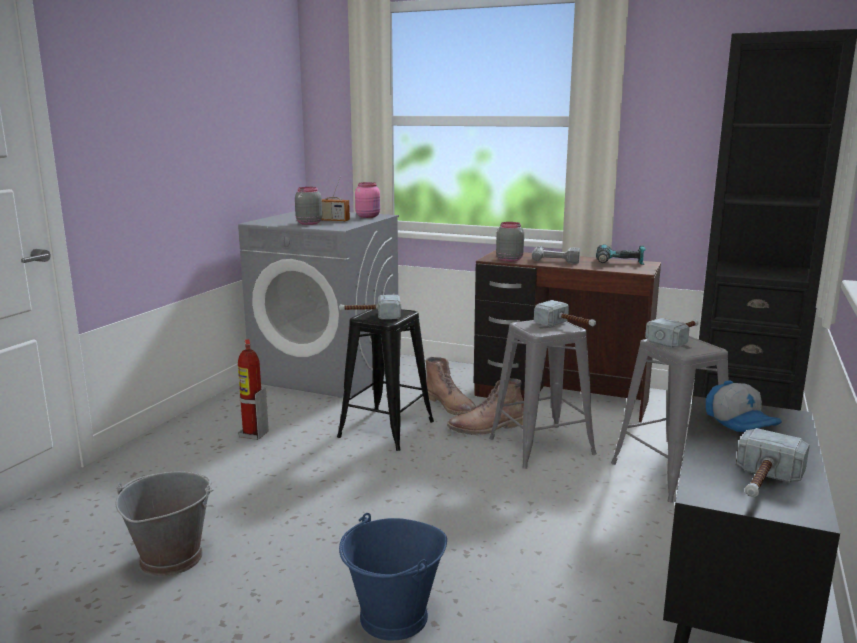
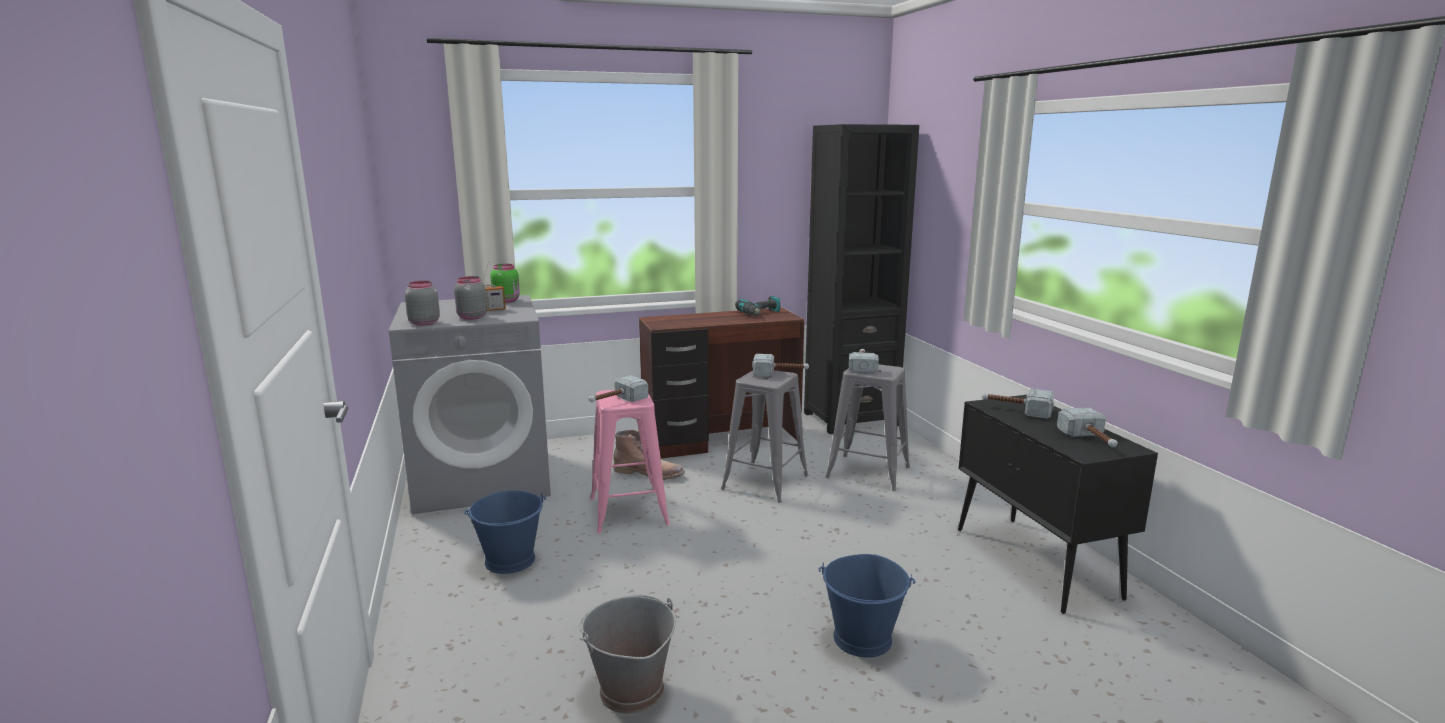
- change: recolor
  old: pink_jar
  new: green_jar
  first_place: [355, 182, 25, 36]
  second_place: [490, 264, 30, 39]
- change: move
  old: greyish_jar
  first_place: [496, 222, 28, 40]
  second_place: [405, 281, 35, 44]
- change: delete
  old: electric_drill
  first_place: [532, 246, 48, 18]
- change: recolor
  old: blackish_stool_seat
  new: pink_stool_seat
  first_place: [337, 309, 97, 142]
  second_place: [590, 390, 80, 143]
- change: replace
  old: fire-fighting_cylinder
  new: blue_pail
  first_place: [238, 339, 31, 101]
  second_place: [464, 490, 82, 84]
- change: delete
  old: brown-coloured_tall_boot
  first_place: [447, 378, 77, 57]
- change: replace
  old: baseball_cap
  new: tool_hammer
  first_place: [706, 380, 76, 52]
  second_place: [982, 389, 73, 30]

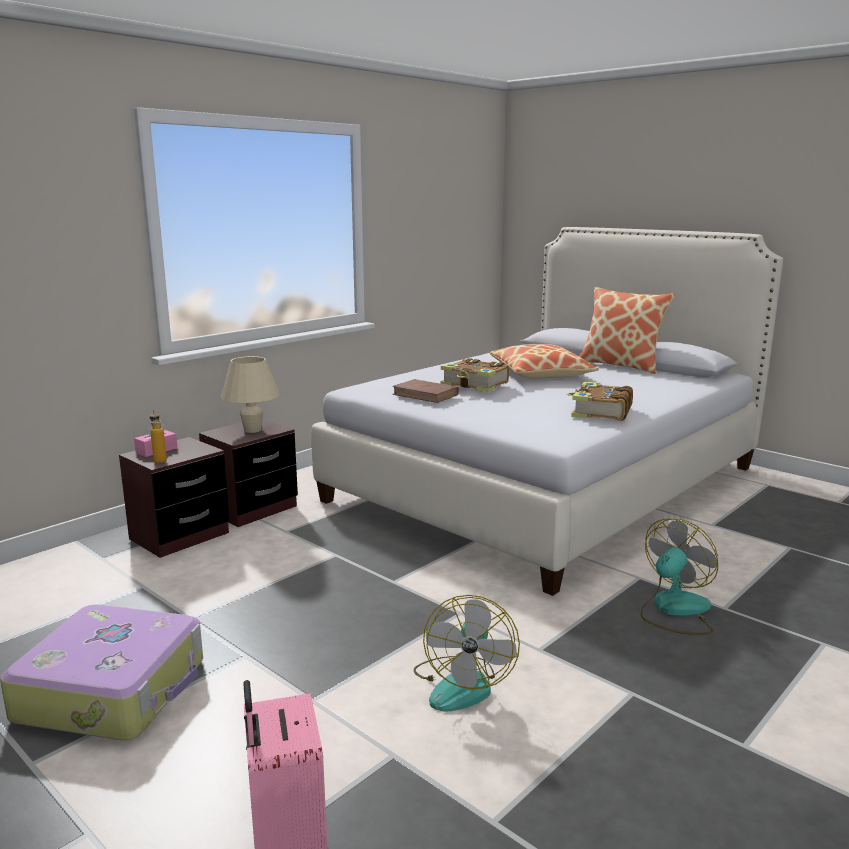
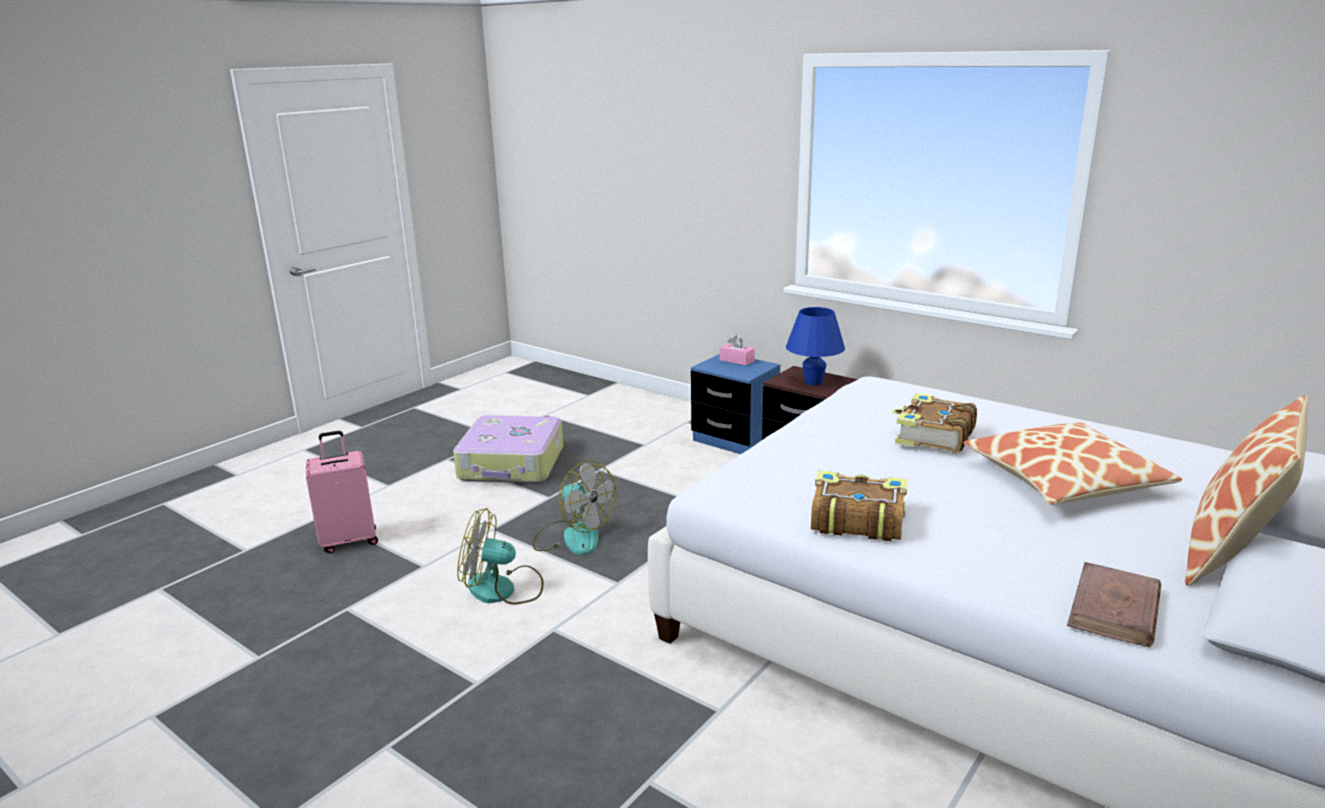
- change: recolor
  old: beige-coloured_tabletop_lamp
  new: blue_tabletop_lamp
  first_place: [221, 356, 59, 77]
  second_place: [786, 307, 59, 78]
- change: move
  old: brown-coloured_book
  first_place: [392, 379, 67, 24]
  second_place: [1067, 562, 94, 85]
- change: delete
  old: beverage_bottle
  first_place: [150, 410, 17, 53]
- change: recolor
  old: brown-coloured_night_table
  new: blue_night_table
  first_place: [119, 437, 111, 121]
  second_place: [691, 354, 89, 100]
- change: move
  old: electric_fan
  first_place: [641, 519, 77, 116]
  second_place: [533, 460, 83, 95]

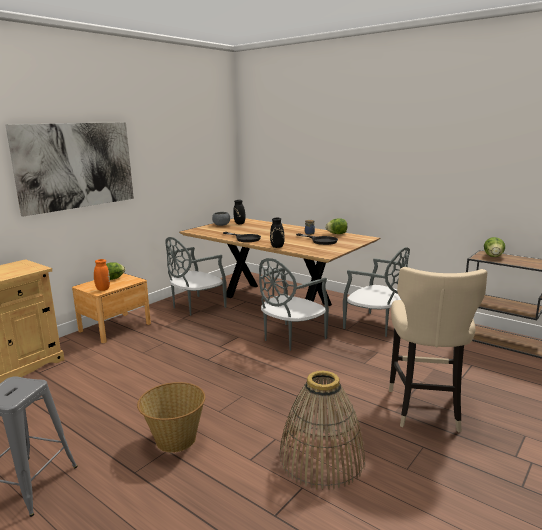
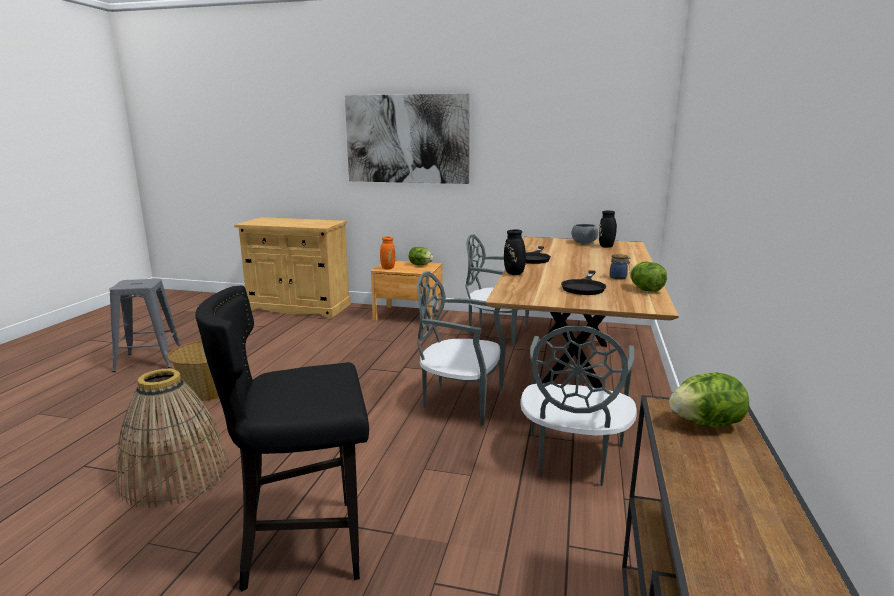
- change: recolor
  old: beige-coloured_stool_seat
  new: blackish_stool_seat
  first_place: [389, 267, 98, 165]
  second_place: [195, 286, 174, 306]

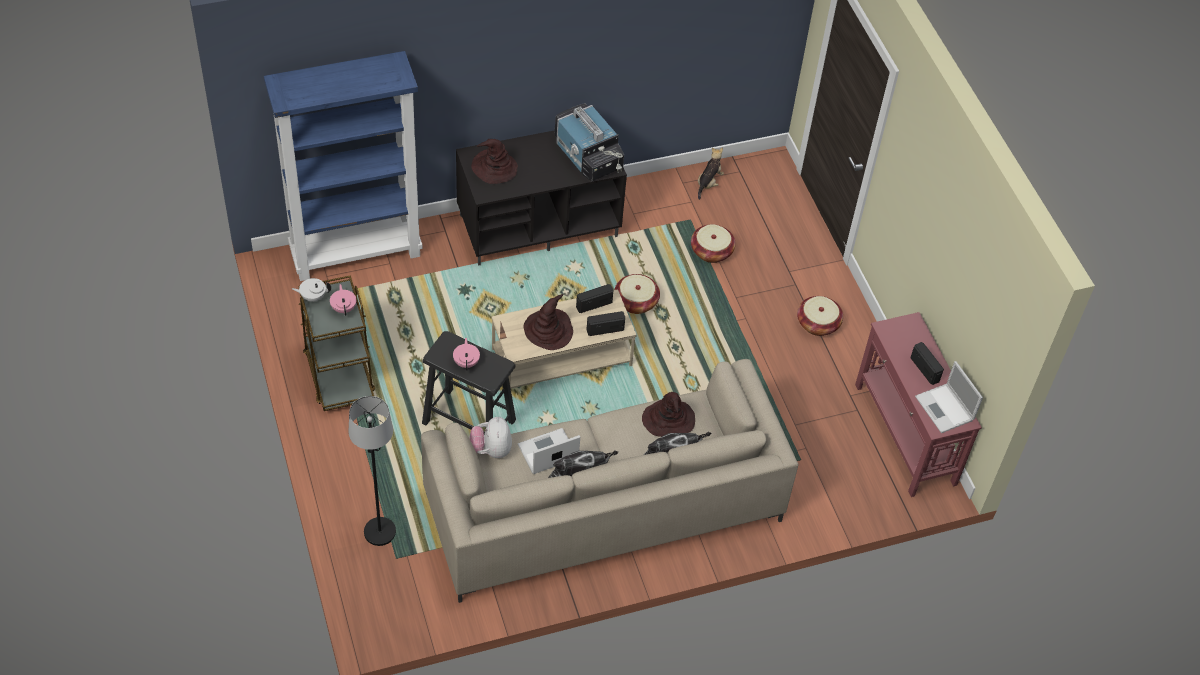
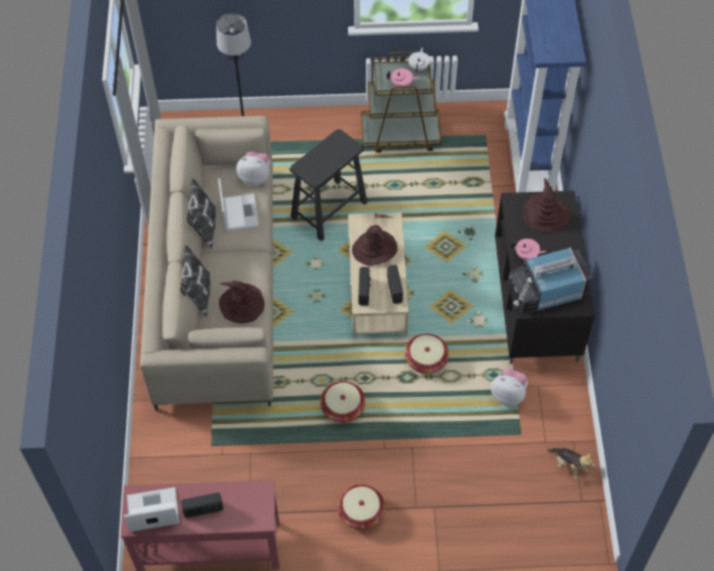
- change: move
  old: storage_basket
  first_place: [691, 224, 45, 39]
  second_place: [320, 381, 45, 42]
- change: move
  old: pink_pot_for_tea
  first_place: [453, 338, 27, 33]
  second_place: [511, 239, 36, 21]
- change: insert
  new: cuddly_toy
  second_place: [491, 368, 37, 38]

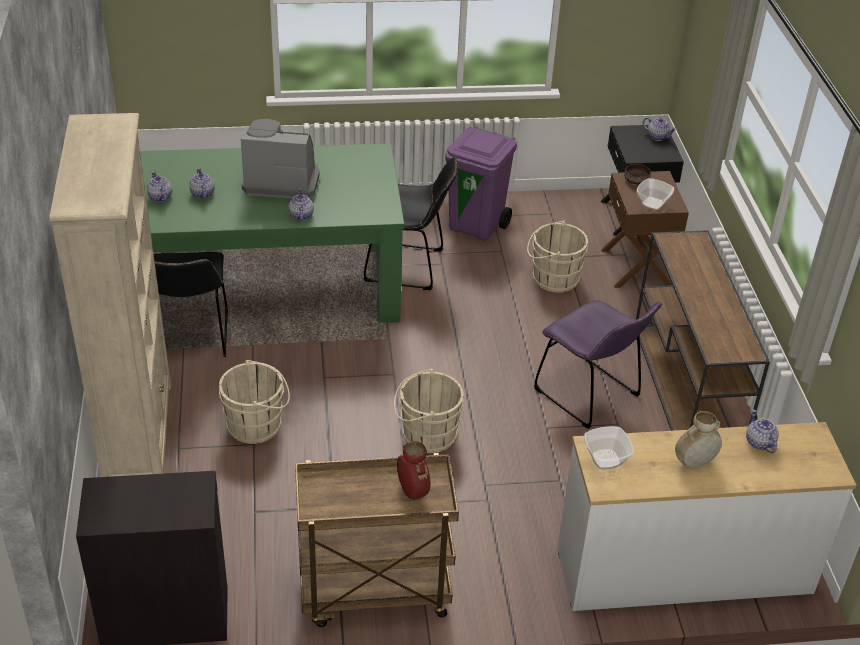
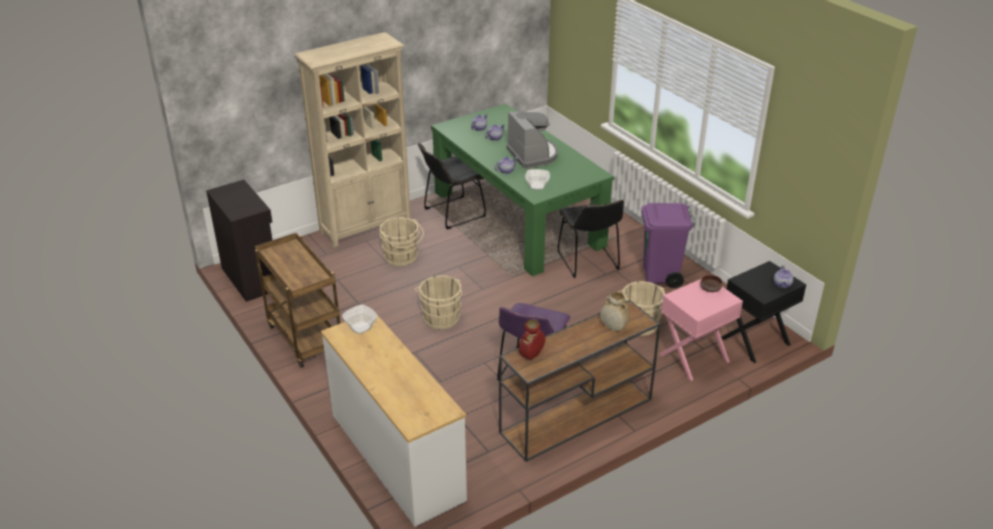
- change: recolor
  old: brown-coloured_night_table
  new: pink_night_table
  first_place: [601, 171, 88, 117]
  second_place: [659, 279, 84, 102]
- change: move
  old: serving_bowl
  first_place: [636, 178, 38, 32]
  second_place: [525, 169, 25, 21]
- change: delete
  old: pot_for_tea
  first_place: [746, 409, 33, 44]
- change: move
  old: beige-coloured_vase
  first_place: [675, 411, 47, 57]
  second_place: [600, 292, 30, 39]
- change: move
  old: red_vase
  first_place: [397, 441, 34, 58]
  second_place: [519, 319, 27, 40]

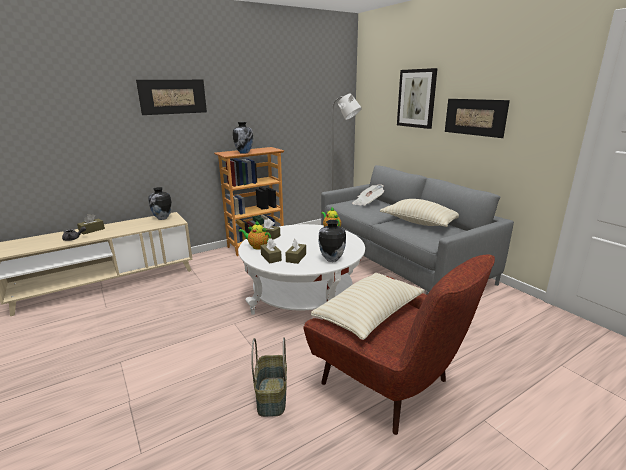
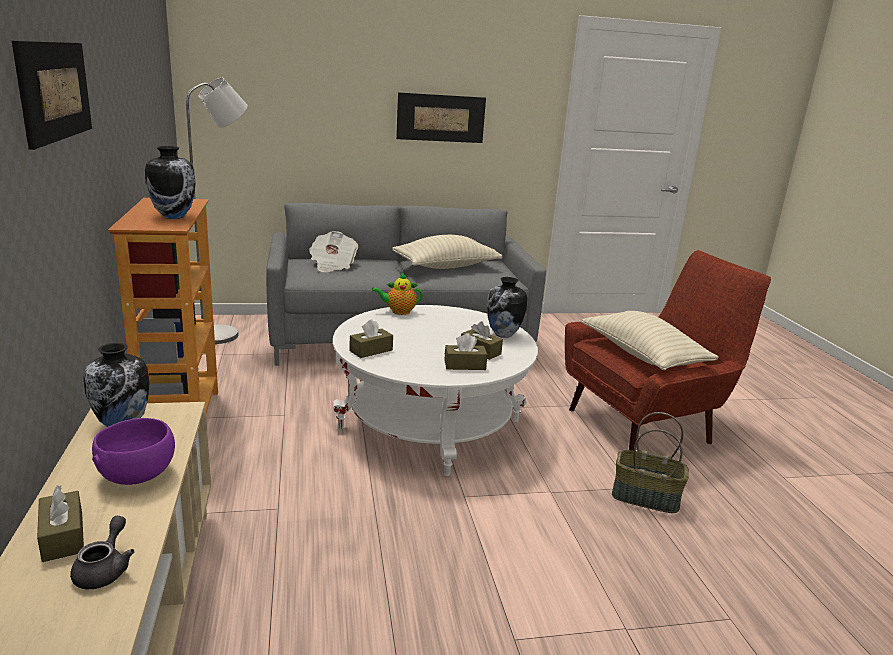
- change: delete
  old: wall_picture
  first_place: [397, 68, 41, 61]
- change: delete
  old: pot_for_tea
  first_place: [239, 221, 32, 28]
- change: insert
  new: purplish_serving_bowl
  second_place: [92, 418, 83, 67]

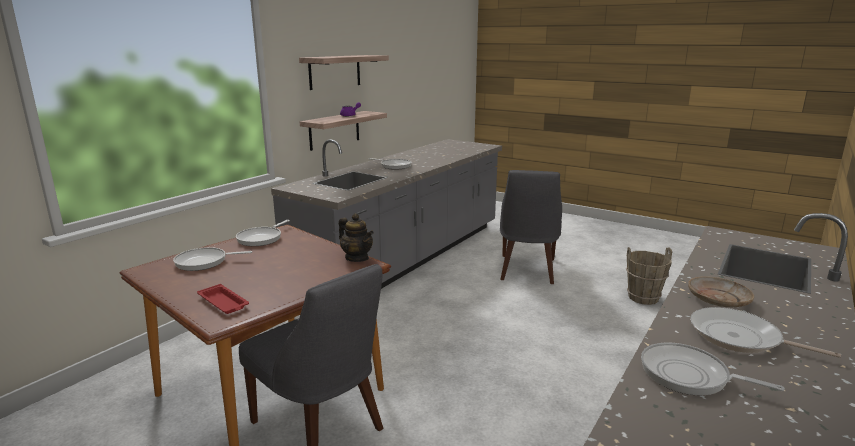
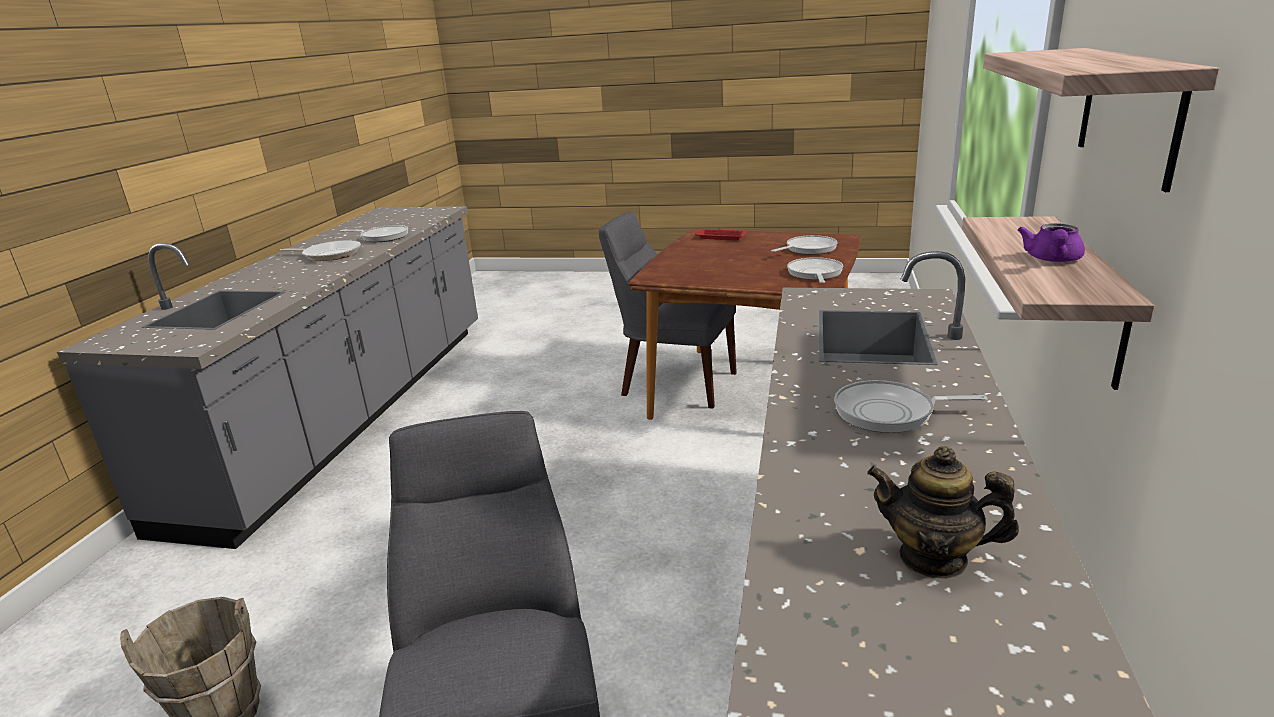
- change: move
  old: pot_for_tea
  first_place: [339, 213, 35, 49]
  second_place: [867, 446, 152, 133]
- change: delete
  old: beige-coloured_plate
  first_place: [688, 276, 66, 31]

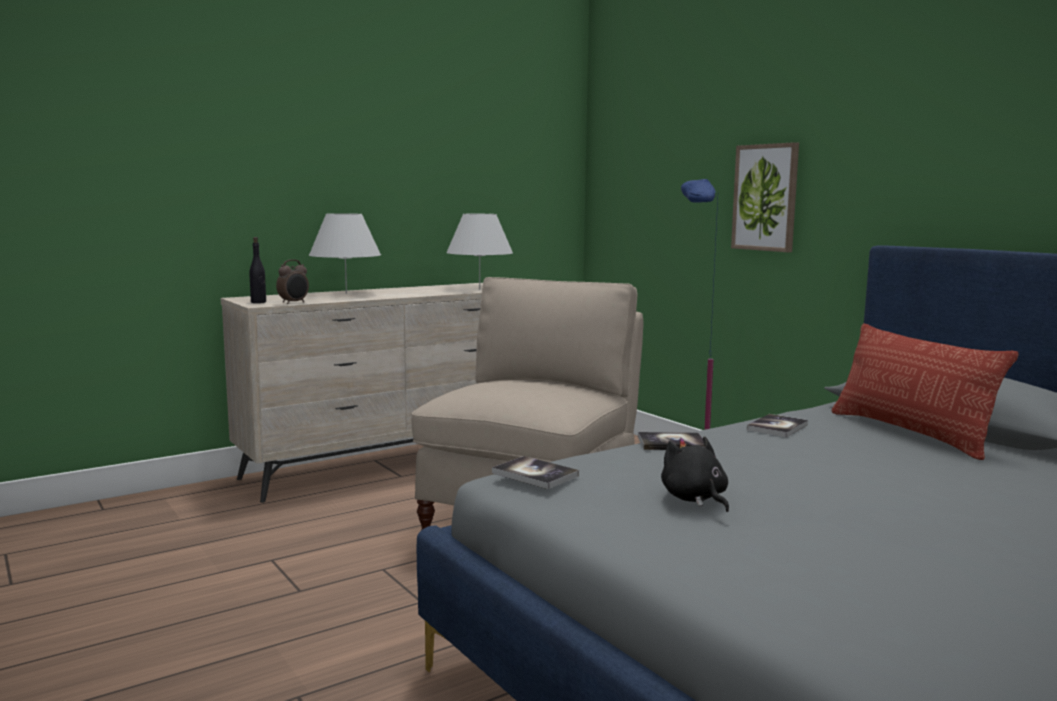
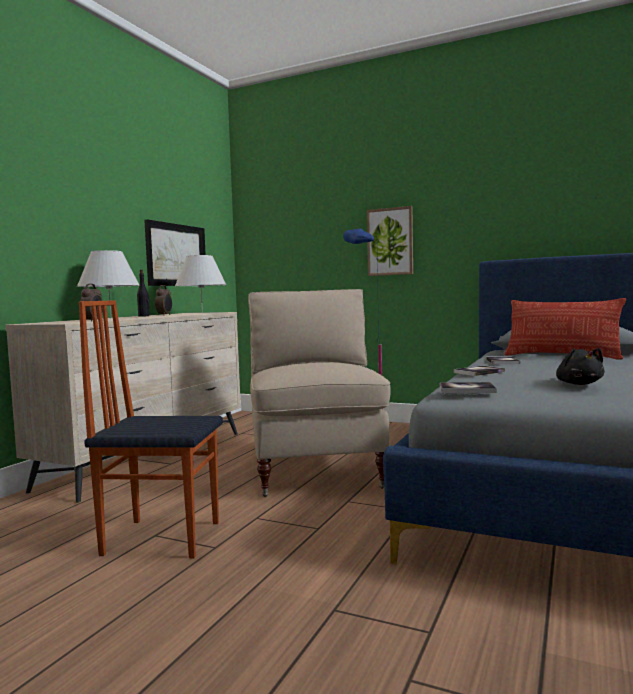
- change: move
  old: blackish_beverage_bottle
  first_place: [249, 237, 17, 66]
  second_place: [137, 270, 13, 47]
- change: rotate
  old: blackish_cuddly_toy
  first_place: [661, 436, 68, 76]
  second_place: [556, 348, 49, 37]
  degrees: -135
- change: insert
  new: wall_picture
  second_place: [144, 219, 62, 67]
- change: insert
  new: bedside_clock
  second_place: [155, 285, 17, 30]
- change: insert
  new: plain_chair
  second_place: [79, 300, 144, 258]

